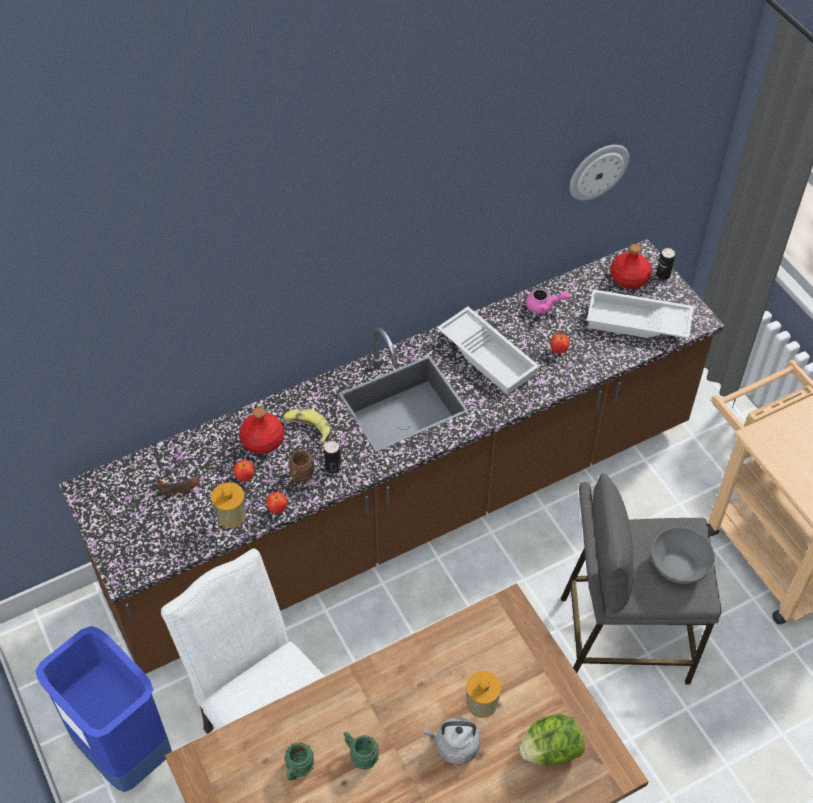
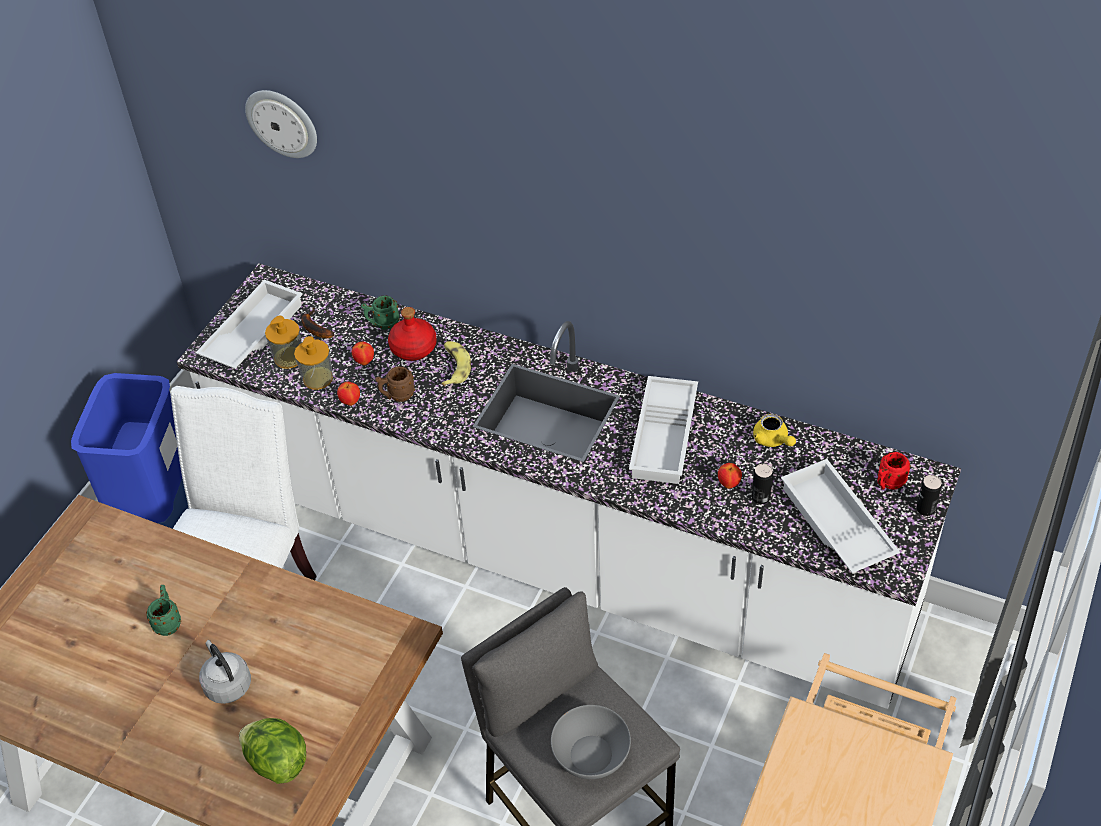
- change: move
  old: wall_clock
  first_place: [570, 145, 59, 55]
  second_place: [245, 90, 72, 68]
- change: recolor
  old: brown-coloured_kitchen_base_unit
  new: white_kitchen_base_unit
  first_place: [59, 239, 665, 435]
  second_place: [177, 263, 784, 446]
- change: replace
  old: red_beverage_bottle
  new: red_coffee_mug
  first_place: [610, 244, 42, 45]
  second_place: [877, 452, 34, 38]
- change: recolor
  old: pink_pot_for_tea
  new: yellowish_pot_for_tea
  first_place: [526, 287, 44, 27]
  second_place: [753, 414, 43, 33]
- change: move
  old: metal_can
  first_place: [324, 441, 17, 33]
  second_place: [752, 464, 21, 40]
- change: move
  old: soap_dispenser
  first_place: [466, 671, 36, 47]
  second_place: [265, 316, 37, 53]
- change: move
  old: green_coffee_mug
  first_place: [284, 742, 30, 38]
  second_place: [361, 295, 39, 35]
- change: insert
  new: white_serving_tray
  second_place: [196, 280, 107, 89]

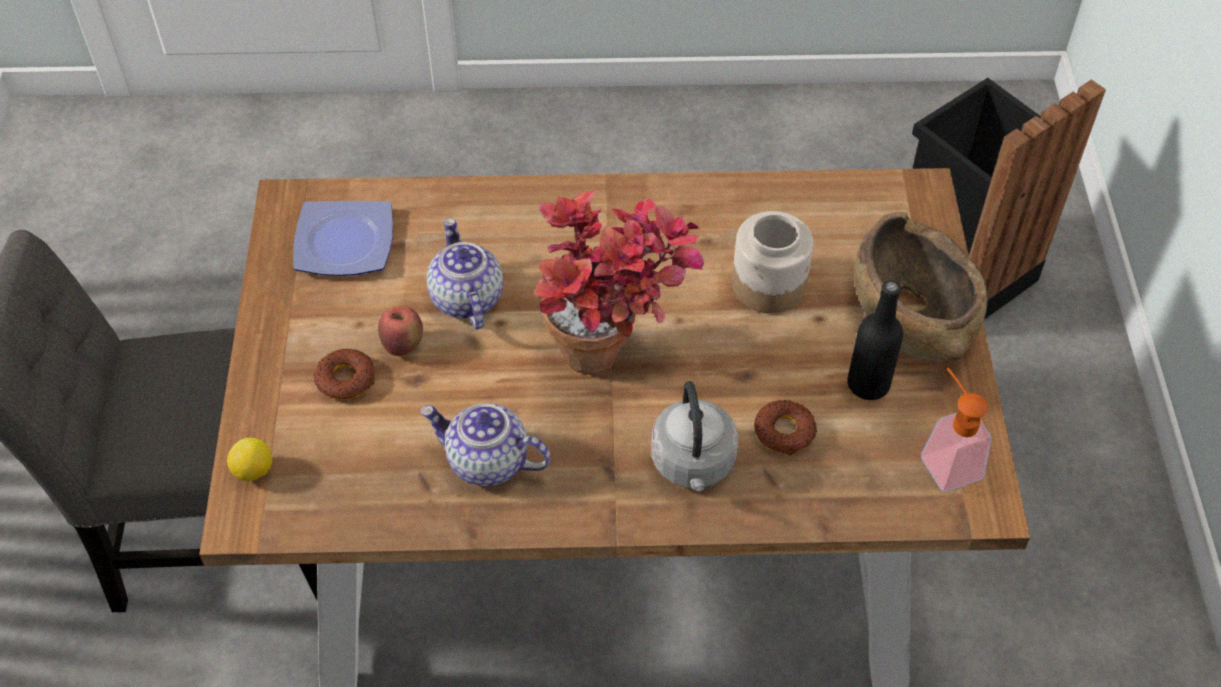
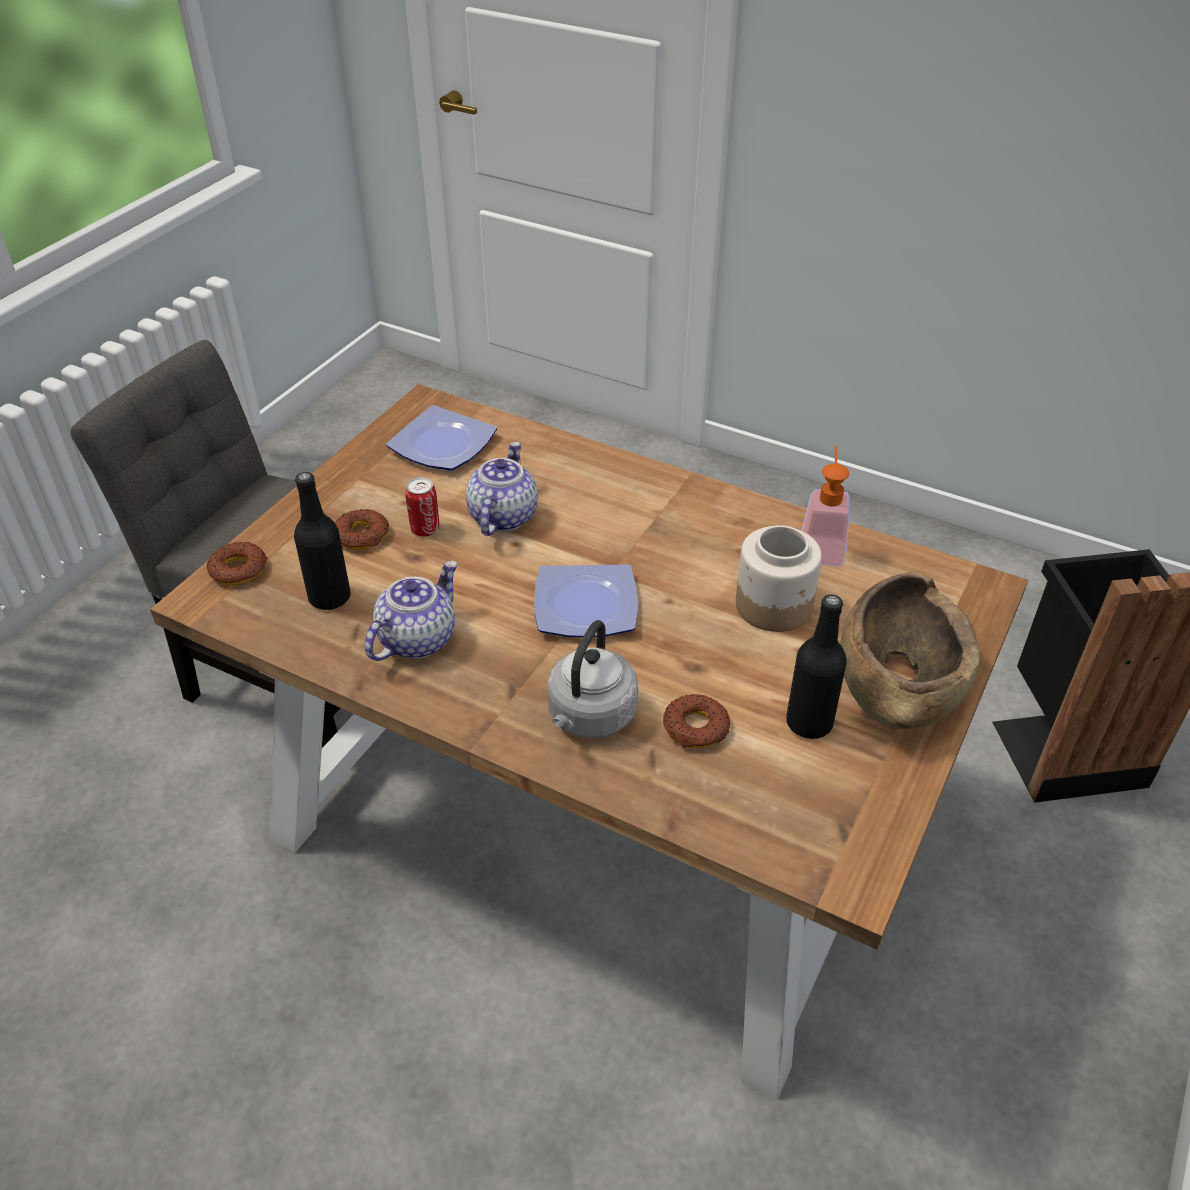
- change: replace
  old: potted_plant
  new: plate
  first_place: [535, 191, 169, 184]
  second_place: [534, 564, 104, 73]
- change: replace
  old: apple
  new: metal_can
  first_place: [378, 306, 45, 50]
  second_place: [405, 477, 34, 60]
- change: move
  old: soap_dispenser
  first_place: [921, 368, 70, 124]
  second_place: [801, 446, 49, 120]
- change: rotate
  old: pot_for_tea
  first_place: [420, 403, 131, 83]
  second_place: [365, 561, 93, 100]
  degrees: 75
- change: replace
  old: lemon
  new: ring_doughnut
  first_place: [227, 438, 45, 44]
  second_place: [207, 542, 61, 43]
- change: insert
  new: blackish_beverage_bottle
  second_place: [294, 472, 57, 138]

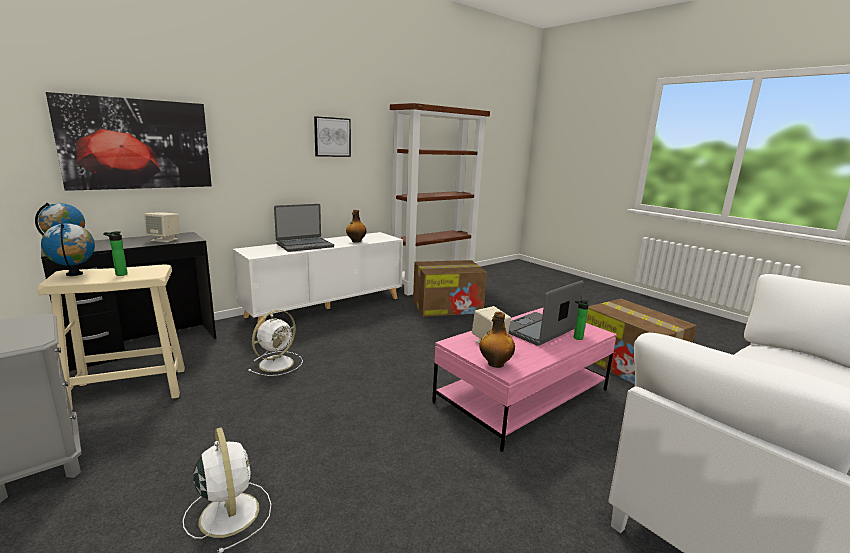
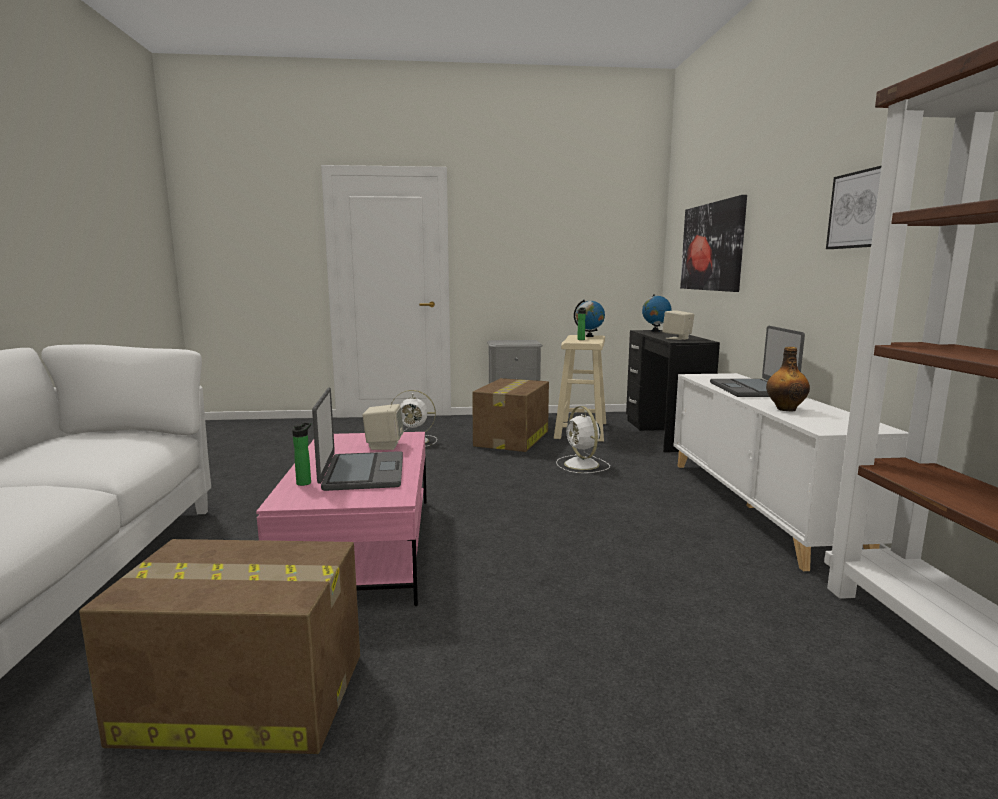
- change: move
  old: cardboard_box
  first_place: [413, 260, 74, 57]
  second_place: [472, 378, 77, 74]
- change: delete
  old: beverage_bottle
  first_place: [479, 312, 36, 56]

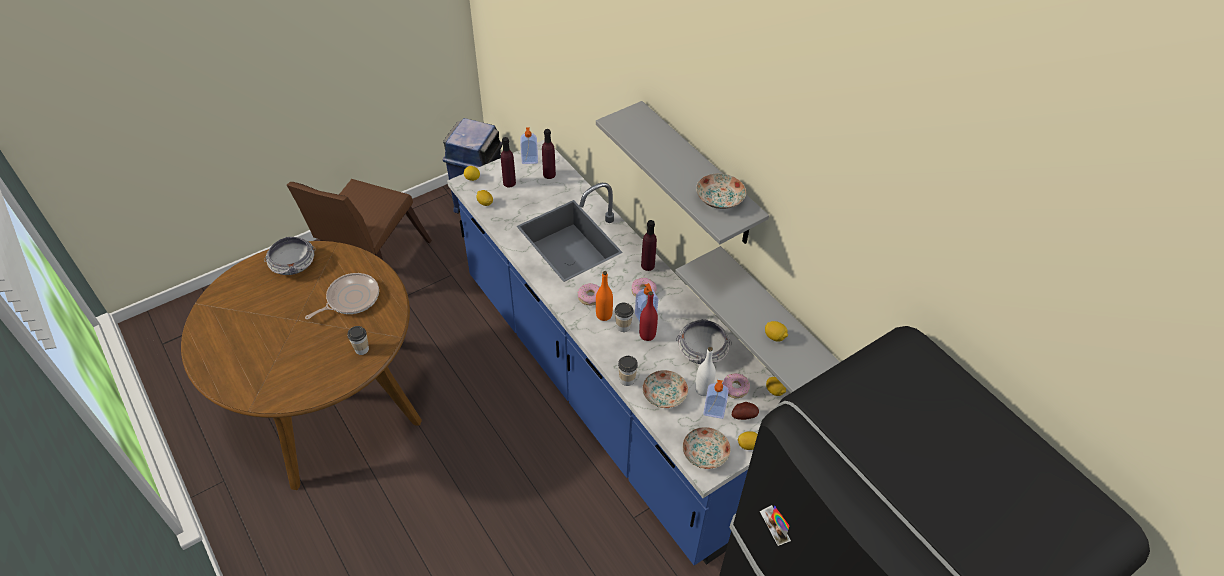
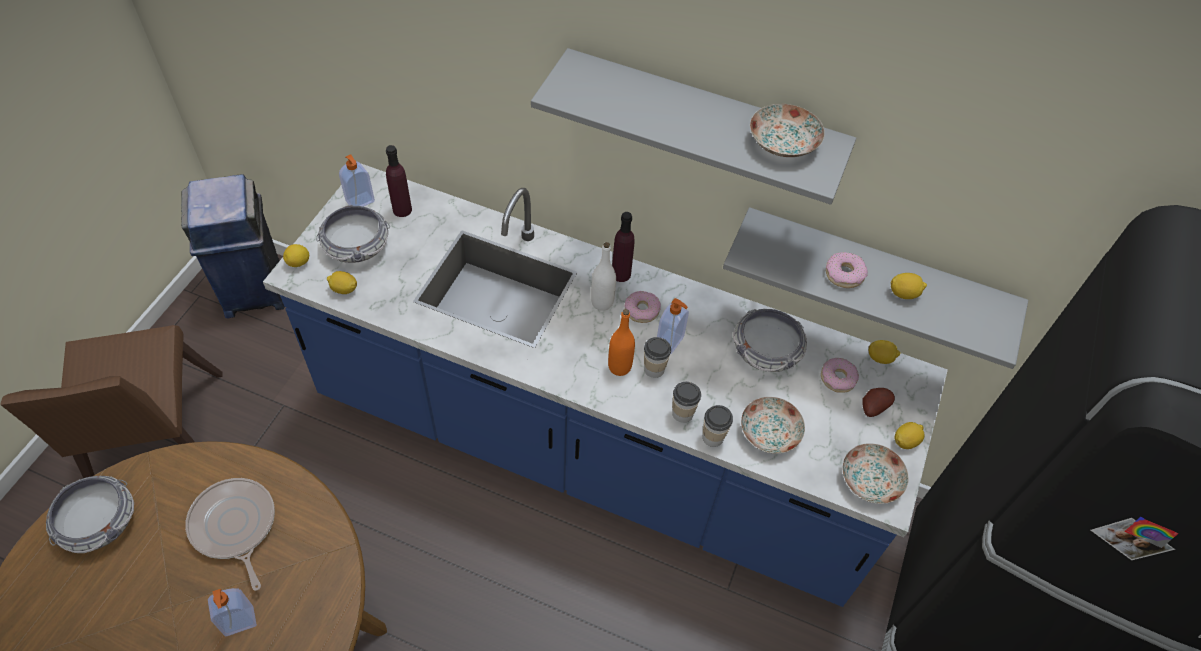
- change: replace
  old: purplish_beverage_bottle
  new: serving_bowl
  first_place: [501, 137, 15, 50]
  second_place: [316, 205, 74, 58]
- change: rotate
  old: skillet
  first_place: [305, 273, 74, 46]
  second_place: [185, 478, 90, 113]
  degrees: -45
- change: move
  old: ring_doughnut
  first_place: [578, 283, 22, 22]
  second_place: [826, 252, 42, 36]
- change: delete
  old: red_beverage_bottle
  first_place: [639, 291, 19, 50]
- change: move
  old: drinking_cup
  first_place: [348, 326, 21, 29]
  second_place: [672, 382, 29, 41]
- change: move
  old: white_beverage_bottle
  first_place: [695, 347, 21, 49]
  second_place: [591, 242, 25, 69]
- change: move
  old: soap_dispenser
  first_place: [703, 380, 26, 39]
  second_place: [208, 588, 49, 48]

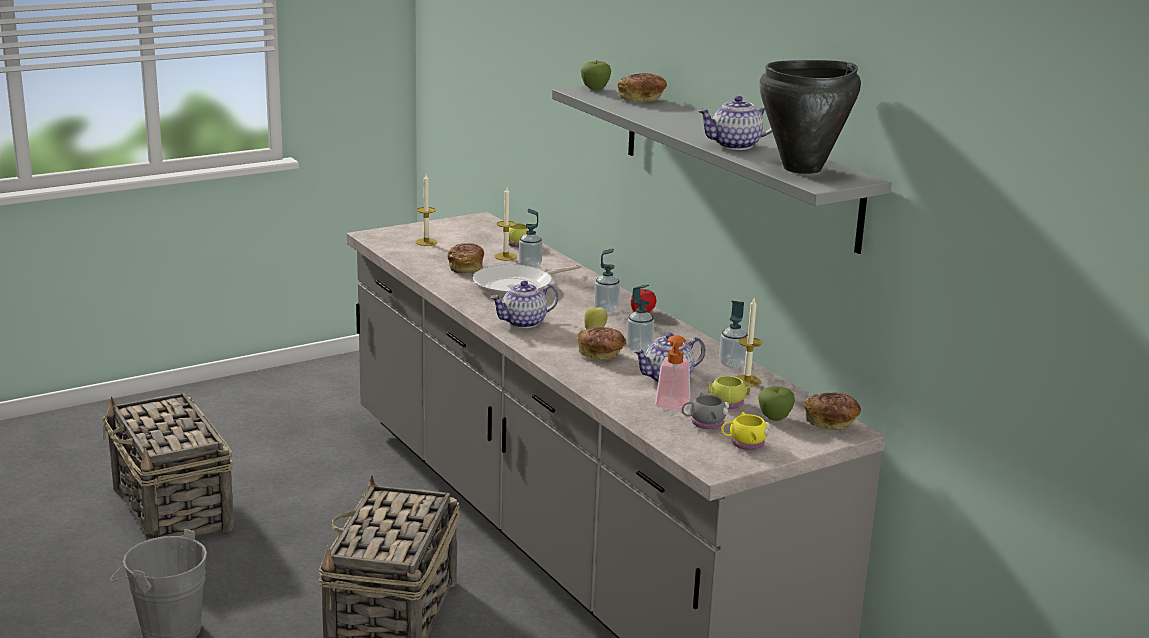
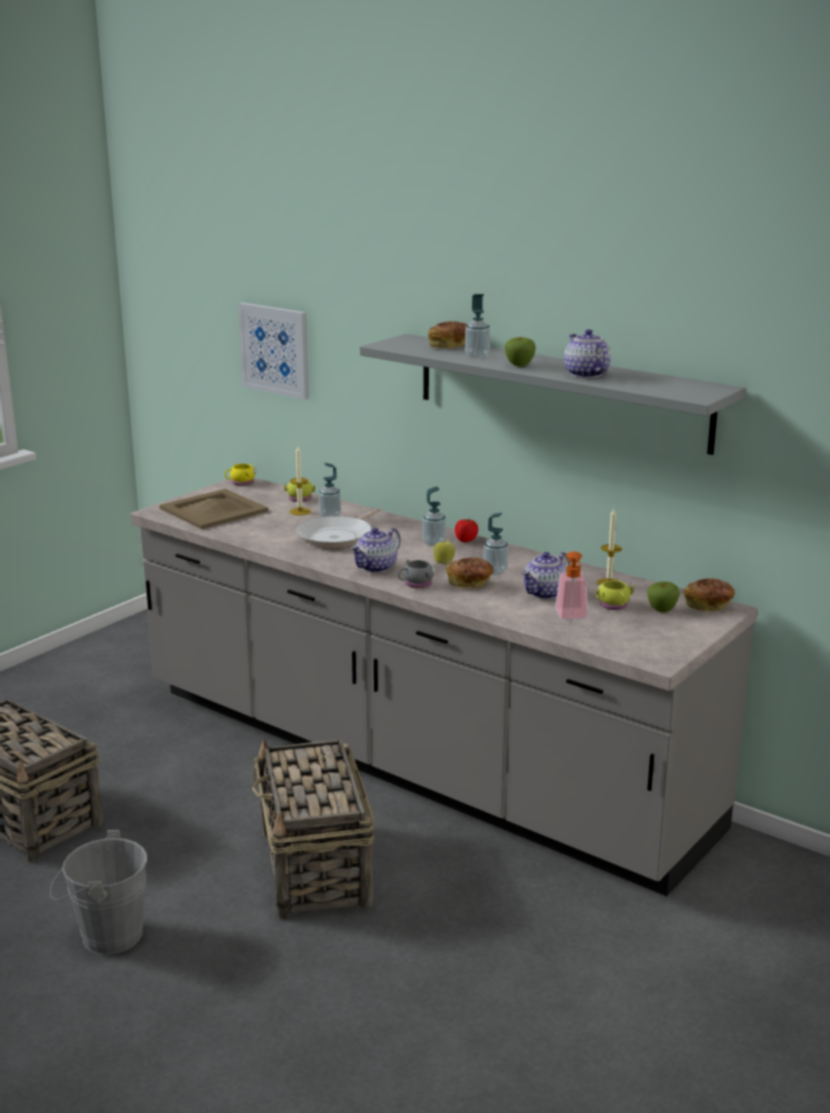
- change: delete
  old: blackish_saucepot
  first_place: [759, 60, 102, 114]
- change: move
  old: apple
  first_place: [581, 61, 30, 29]
  second_place: [505, 337, 31, 30]
- change: rotate
  old: pot_for_tea
  first_place: [697, 96, 75, 54]
  second_place: [564, 329, 47, 49]
  degrees: 105
- change: replace
  old: wax_light
  new: beige-coloured_serving_tray
  first_place: [415, 174, 22, 72]
  second_place: [159, 489, 110, 40]
- change: delete
  old: baked_bread
  first_place: [447, 243, 37, 30]
- change: move
  old: soap_dispenser
  first_place: [719, 301, 29, 67]
  second_place: [465, 294, 25, 64]
- change: move
  old: greyish_coffee_mug
  first_place: [682, 392, 47, 37]
  second_place: [398, 560, 38, 28]
- change: move
  old: yellowish_coffee_mug
  first_place: [721, 412, 50, 38]
  second_place: [225, 463, 31, 23]
- change: insert
  new: wall_picture
  second_place: [238, 302, 71, 98]

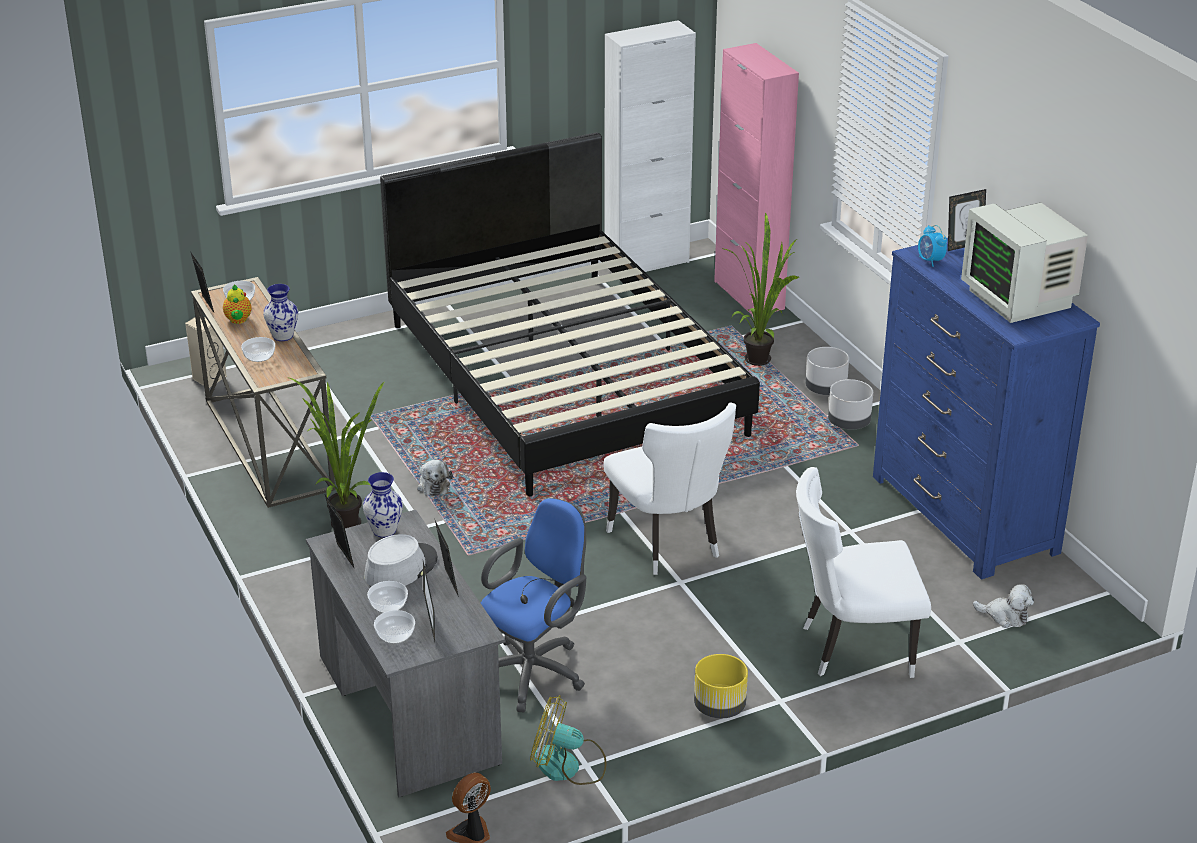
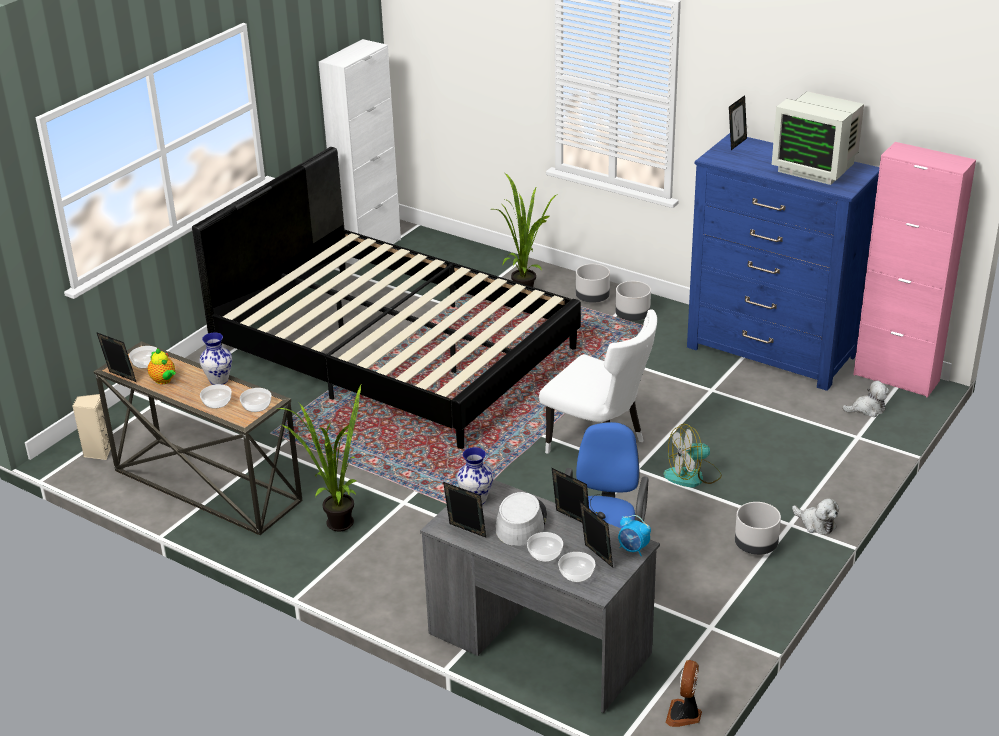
- change: move
  old: pink_cupboard
  first_place: [714, 43, 85, 274]
  second_place: [853, 142, 123, 256]
- change: move
  old: bedside_clock
  first_place: [918, 225, 29, 42]
  second_place: [618, 515, 33, 41]
- change: move
  old: cuddly_toy
  first_place: [417, 460, 36, 36]
  second_place: [792, 498, 47, 37]
- change: delete
  old: white_plain_chair
  first_place: [796, 467, 135, 211]
- change: recolor
  old: yellowish_flower_pot
  new: greyish_flower_pot
  first_place: [694, 654, 54, 64]
  second_place: [735, 502, 46, 53]
- change: move
  old: electric_fan
  first_place: [530, 695, 76, 90]
  second_place: [664, 424, 58, 63]
- change: insert
  new: serving_bowl
  second_place: [240, 388, 31, 24]

